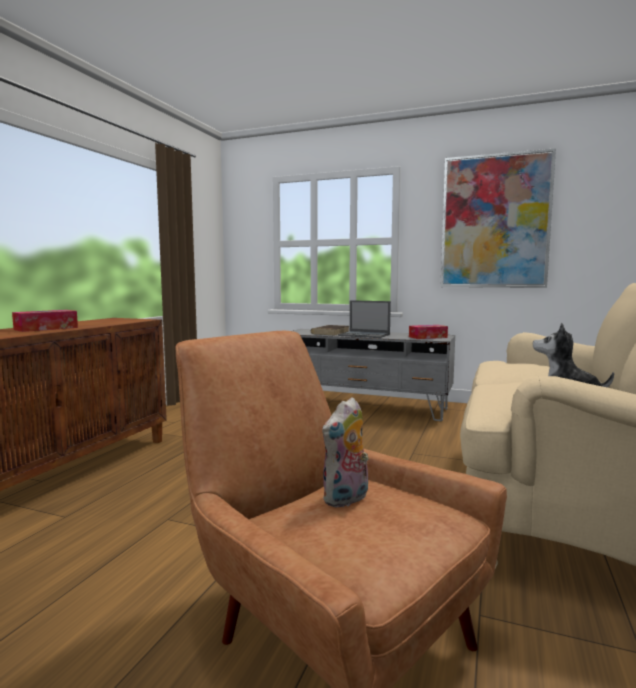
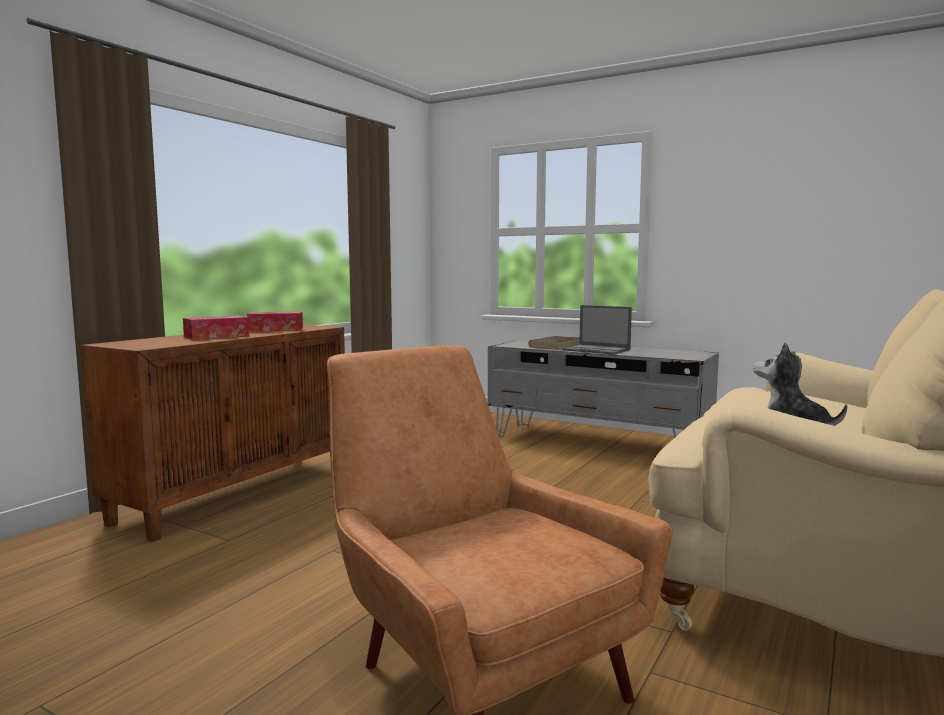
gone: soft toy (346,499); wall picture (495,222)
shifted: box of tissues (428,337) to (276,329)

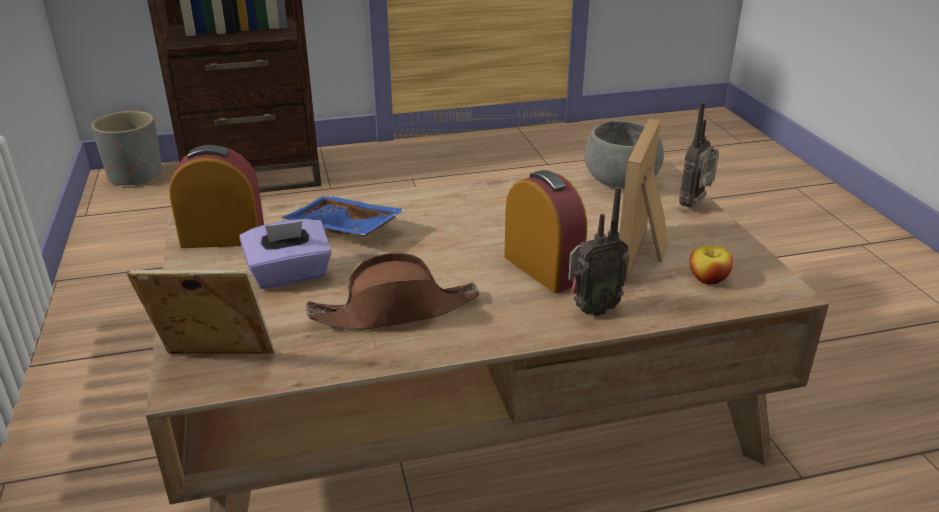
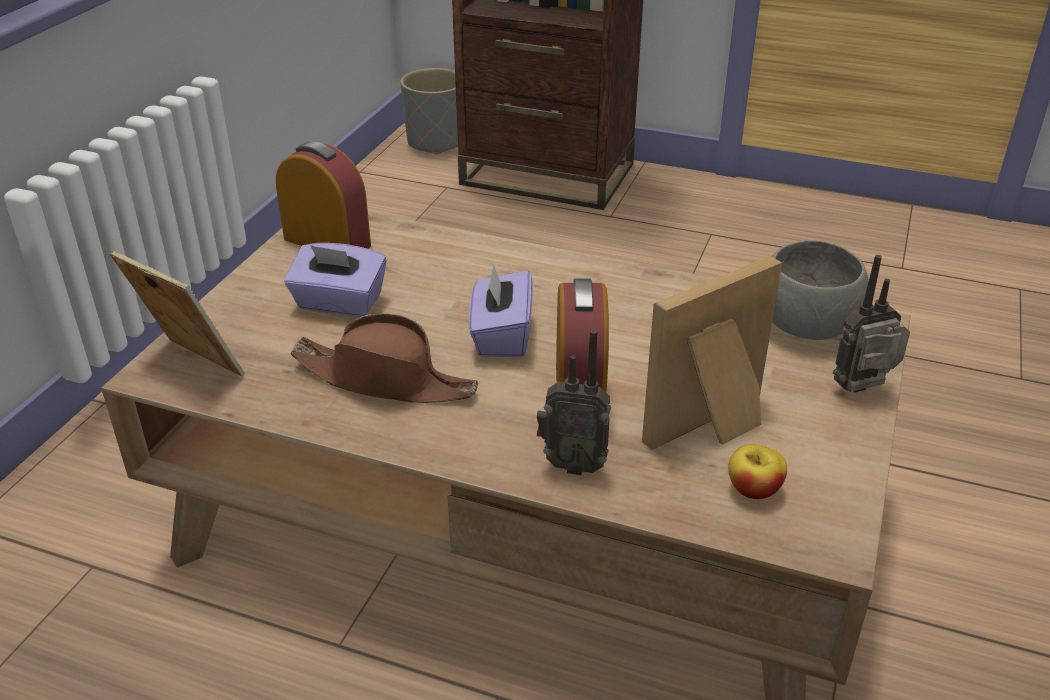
gone: bluish carrying tray (342,229)
new: purple box of tissues (501,336)

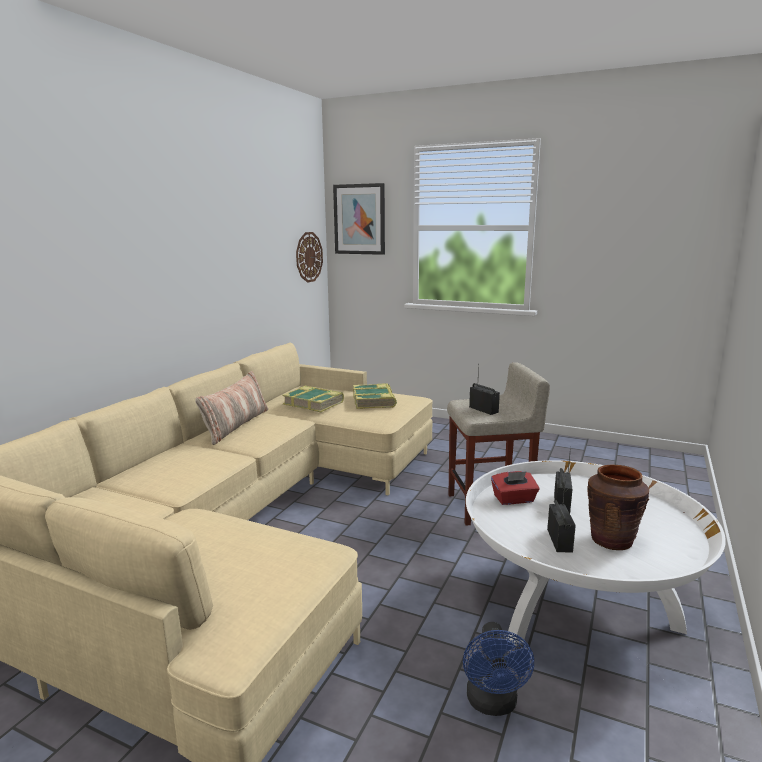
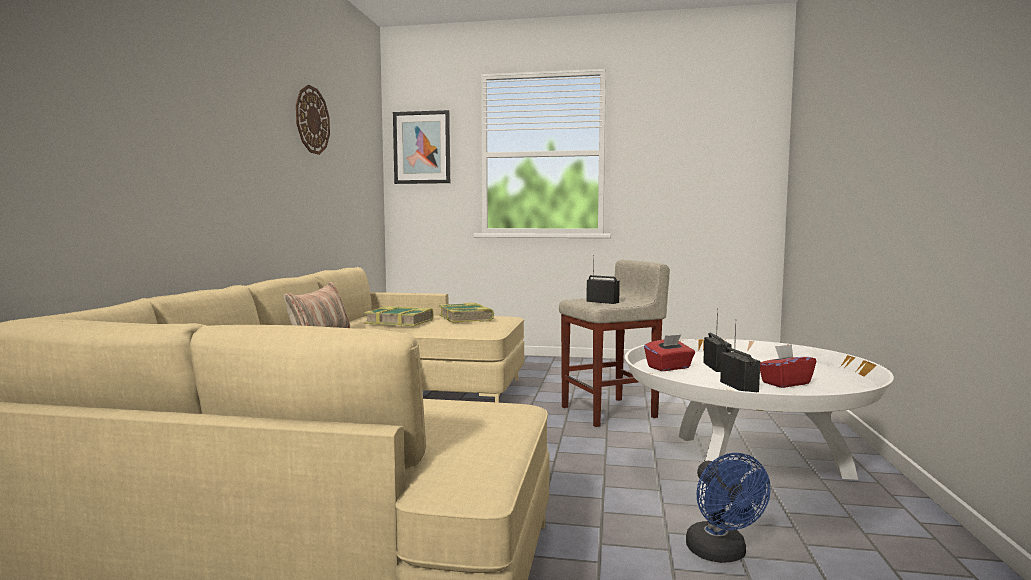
shifted: hanging clock (309,257) to (312,120)
swapped: brownish vase (611,540) to red box of tissues (785,383)

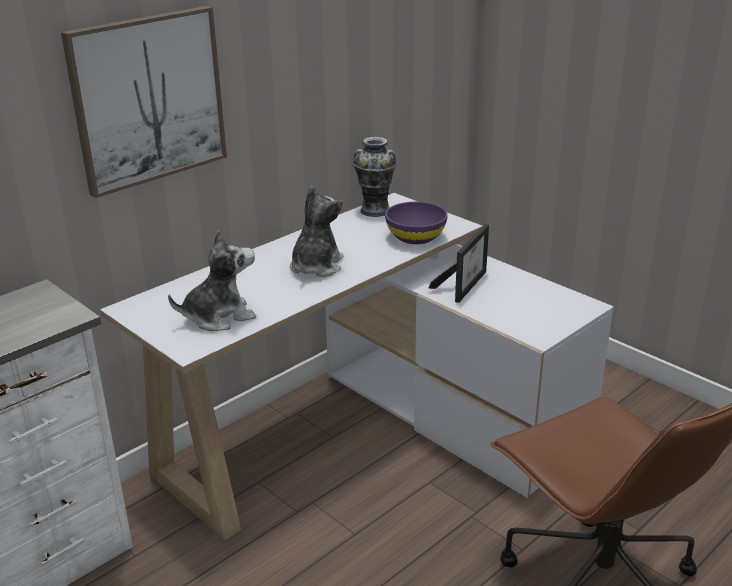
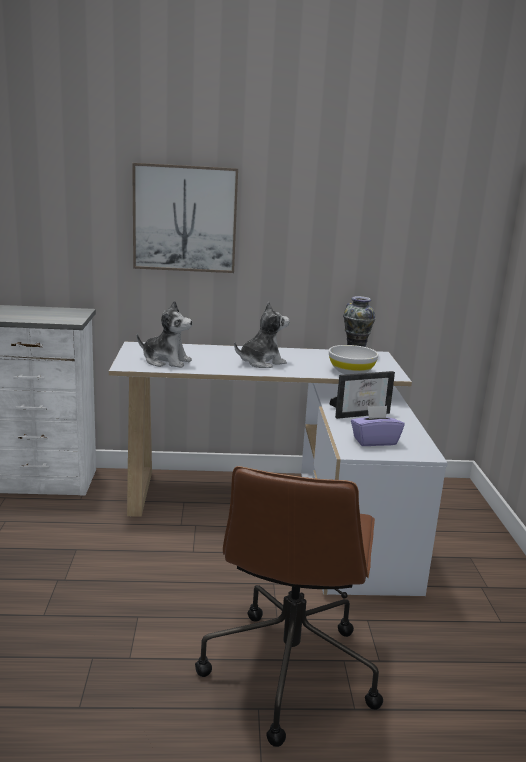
new: purple box of tissues (374,441)
repainted: purple bowl (415,237) to whitish bowl (351,371)

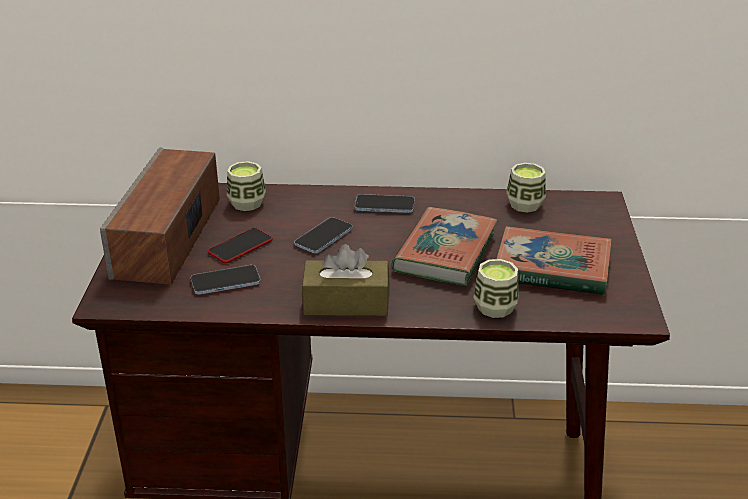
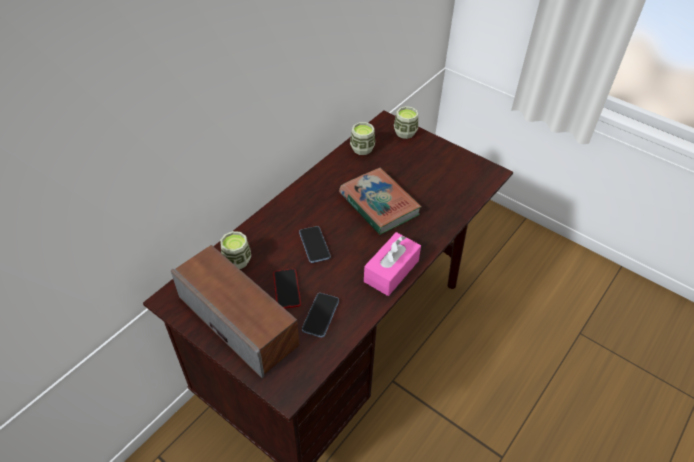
gone: phone (384,205); volume (552,268)
shifted: cup (495,307) to (405,132)
repainted: brownish box of tissues (346,302) to pink box of tissues (391,271)

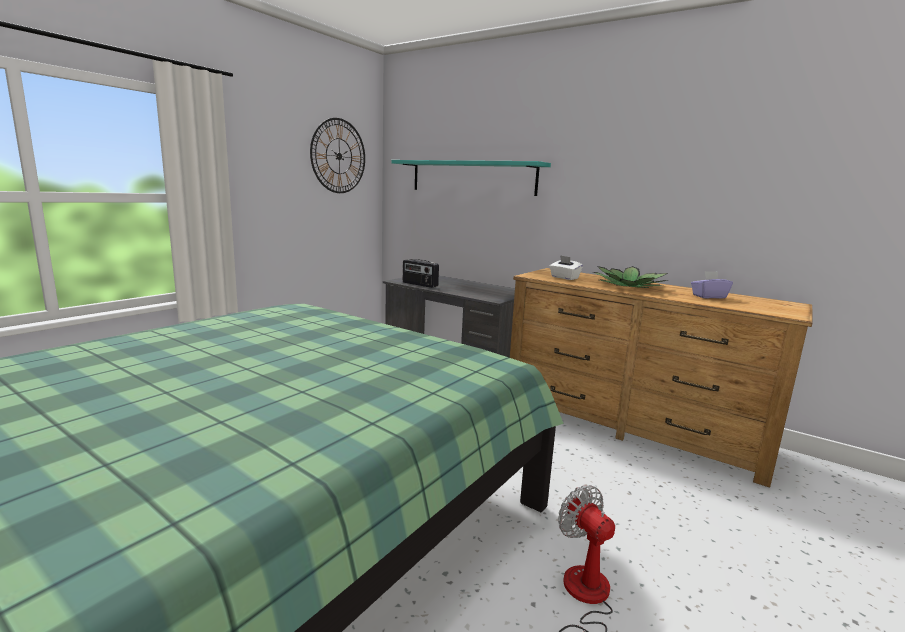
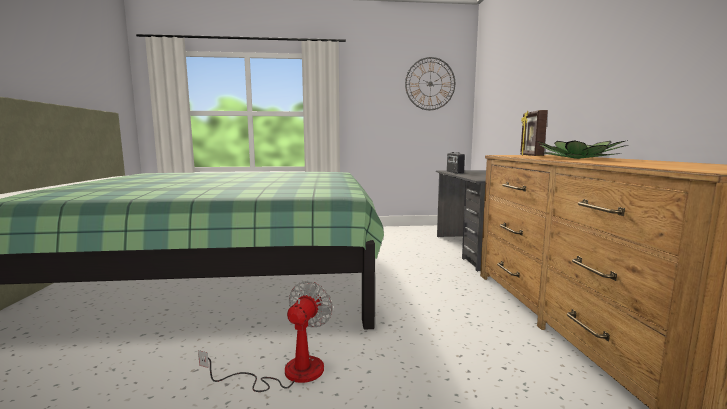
gone: turquoise-coloured shelf (472,177); purple box of tissues (708,296)
swapped: whitish box of tissues (564,278) to standing frame (530,156)

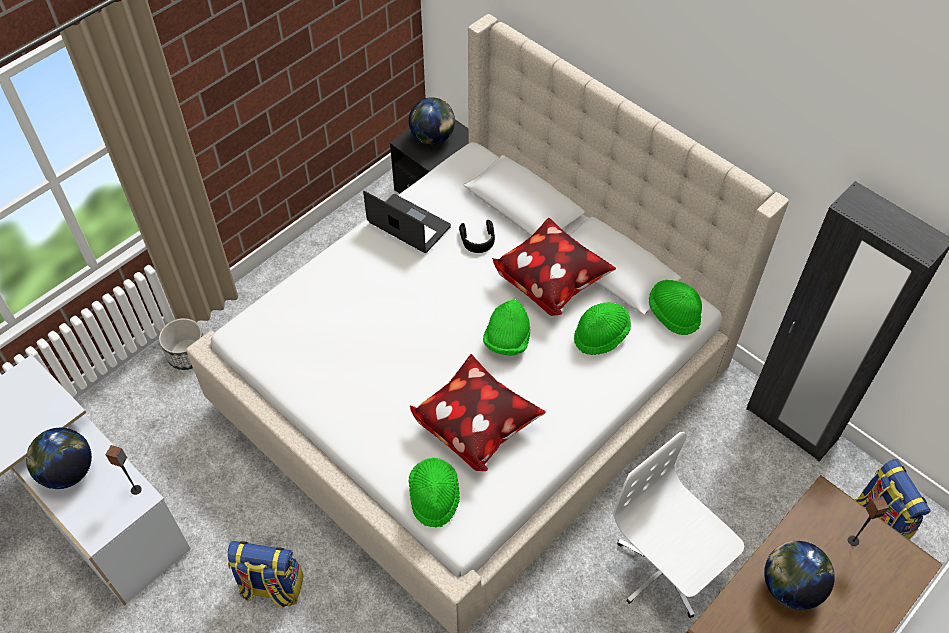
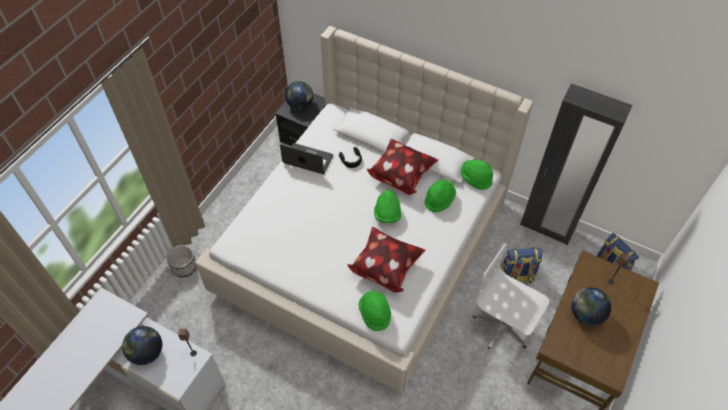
shifted: backpack (271,587) to (516,276)

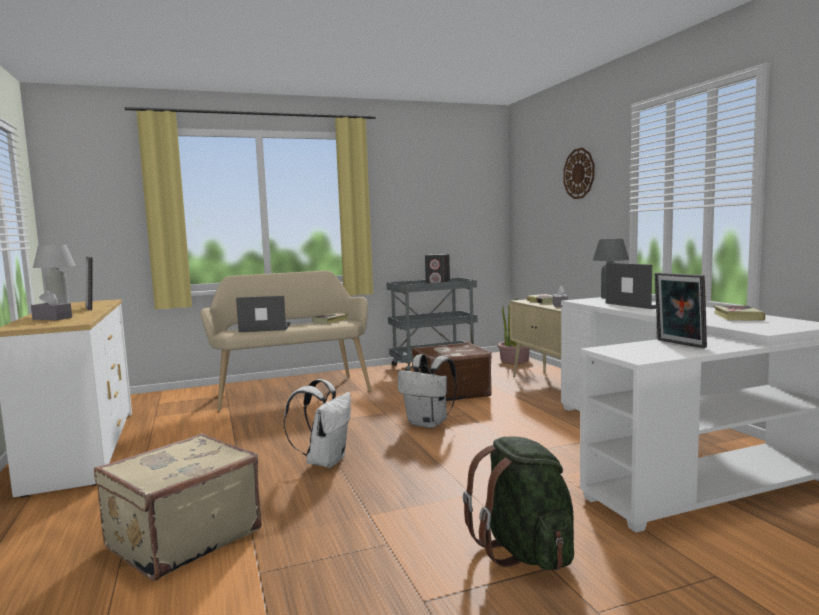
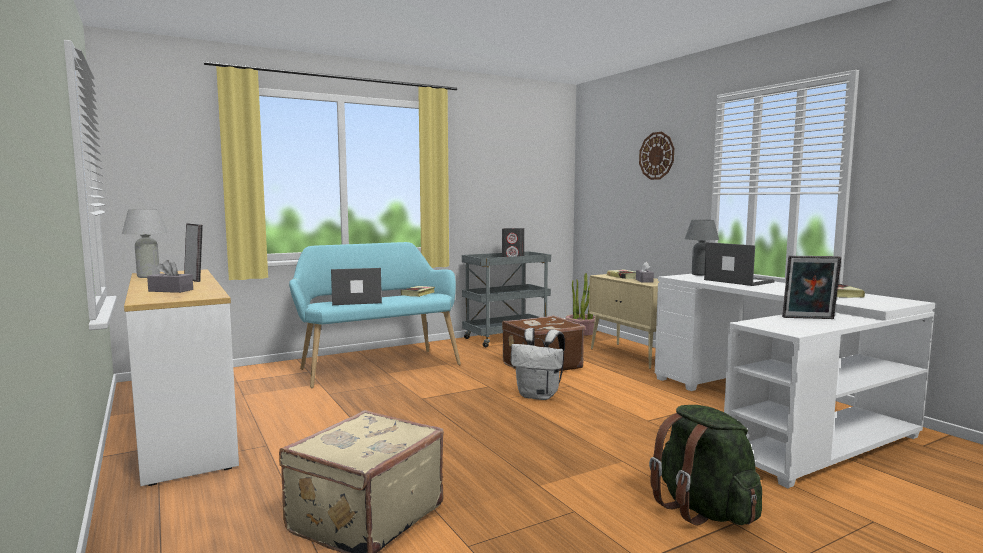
gone: whitish backpack (325,461)
repainted: beige indoor bench (291,391) to turquoise-coloured indoor bench (376,366)
rotated: standing frame (678,344) = (809,318) 45 degrees counterclockwise

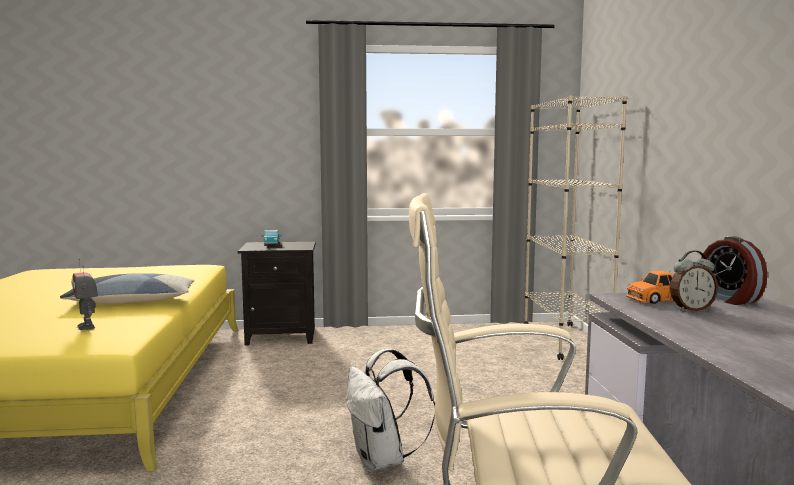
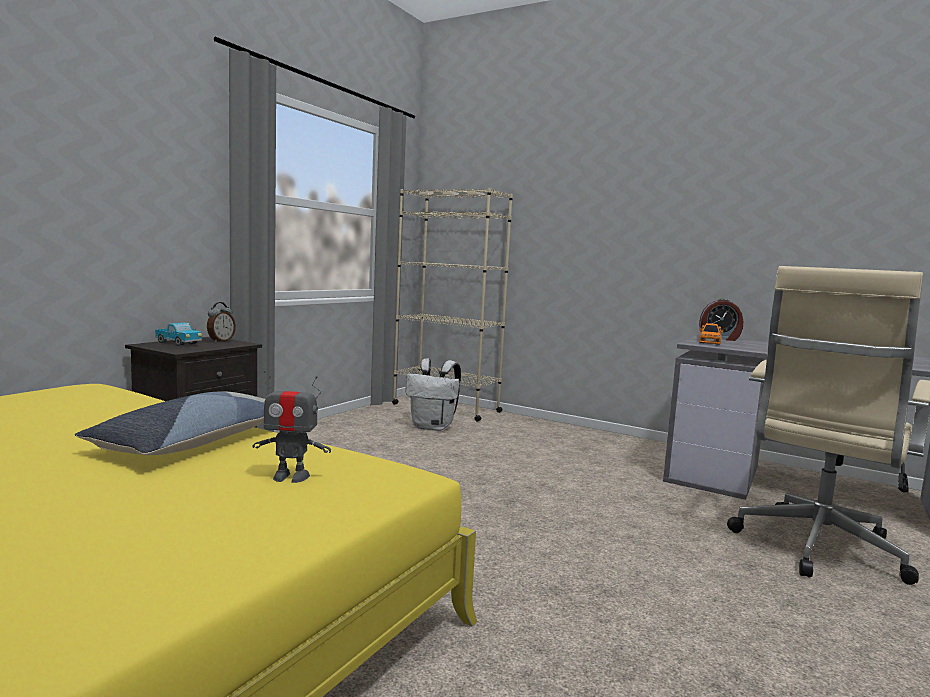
shifted: alarm clock (691,309) to (220,341); whitish backpack (383,460) to (433,427)

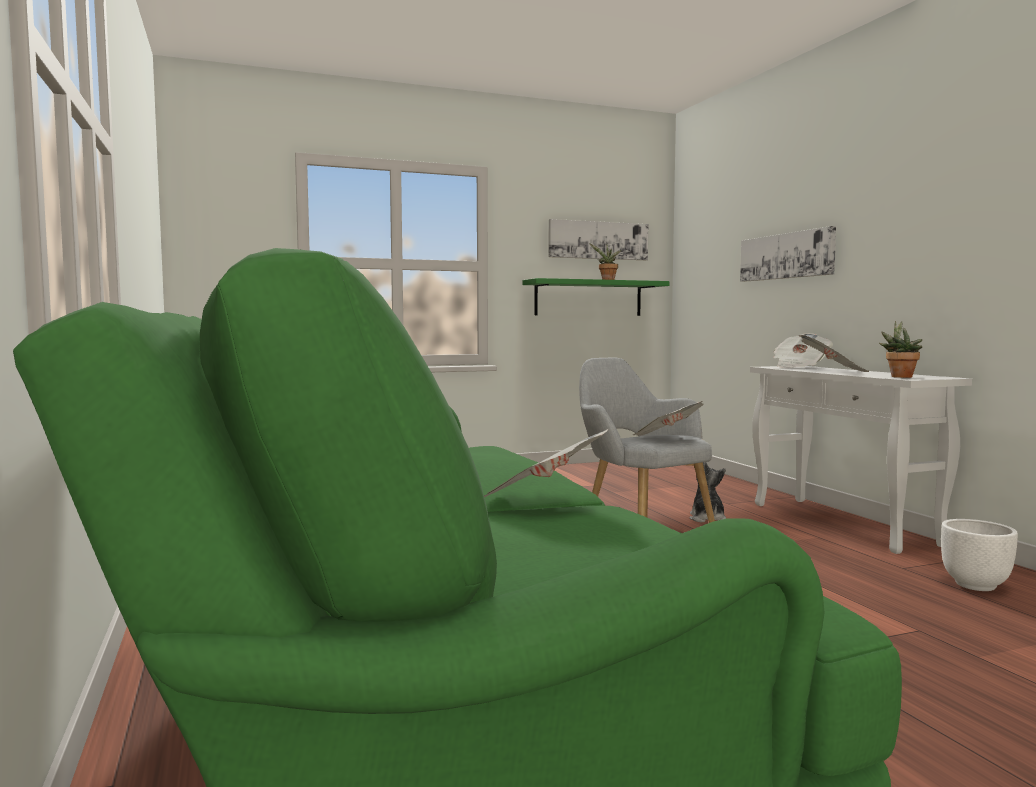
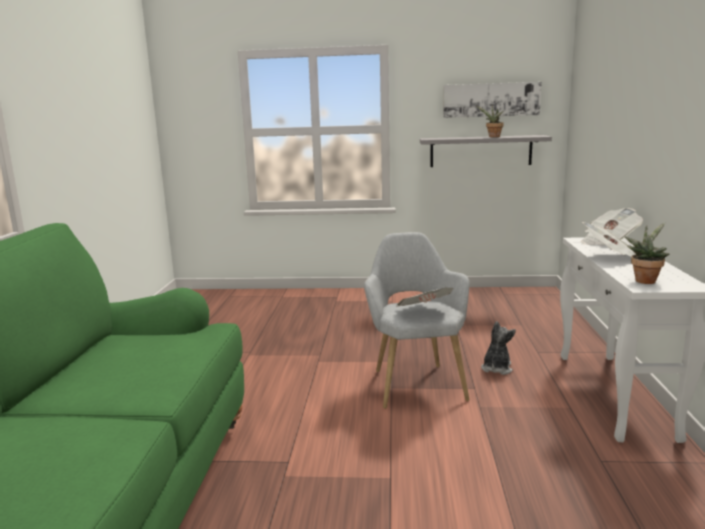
gone: daily paper (540,502); wall picture (786,256); whitish flower pot (976,585)
repainted: green shelf (588,298) to gray shelf (480,151)

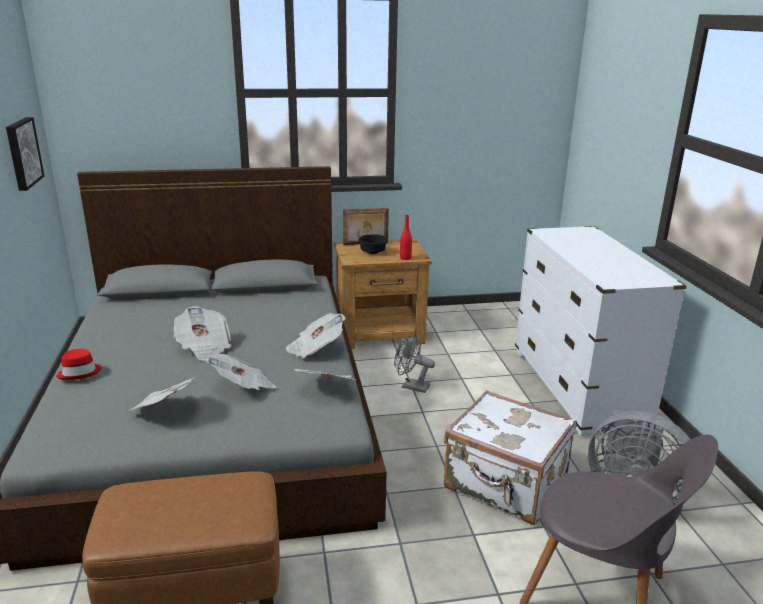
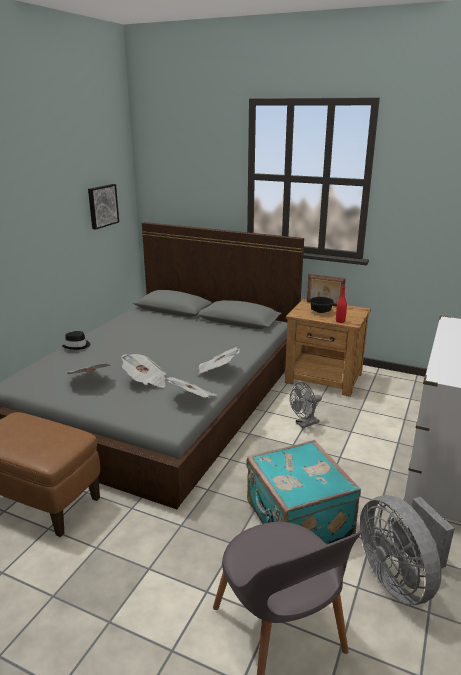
gone: daily paper (203,347)
repainted: red wearable hat (79,372) to black-coloured wearable hat (77,346); whitish suitcase (505,485) to turquoise-coloured suitcase (297,521)
rotated: gray cooling fan (411,386) = (304,424) 90 degrees counterclockwise

